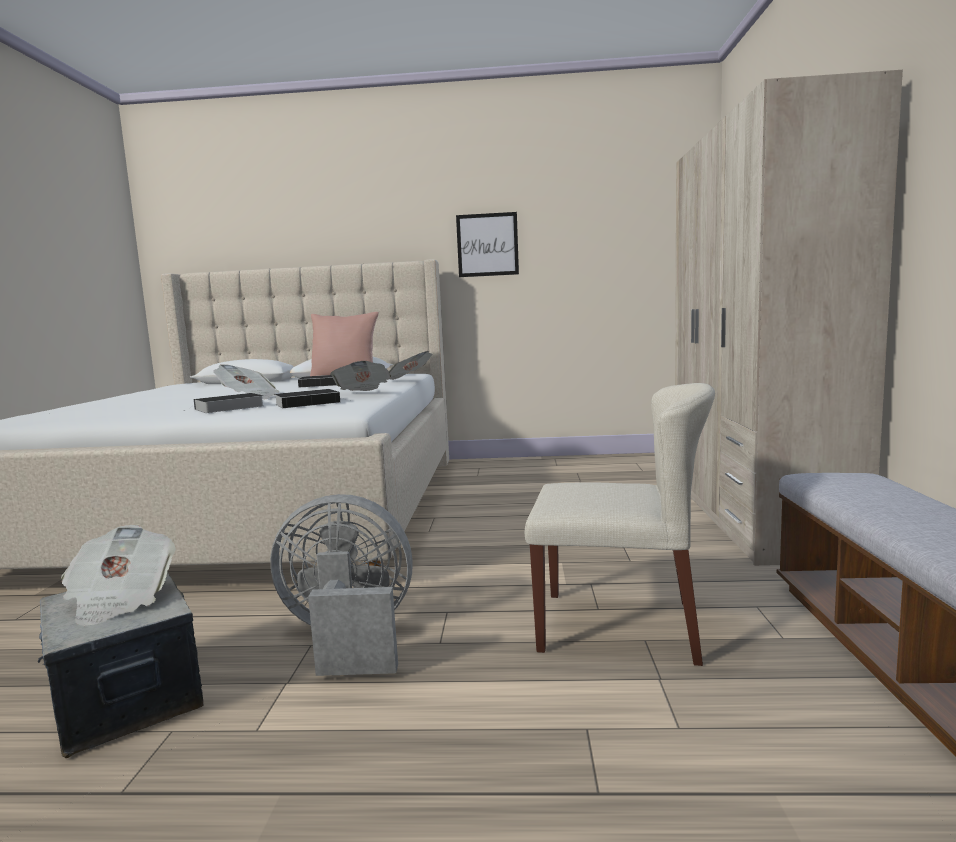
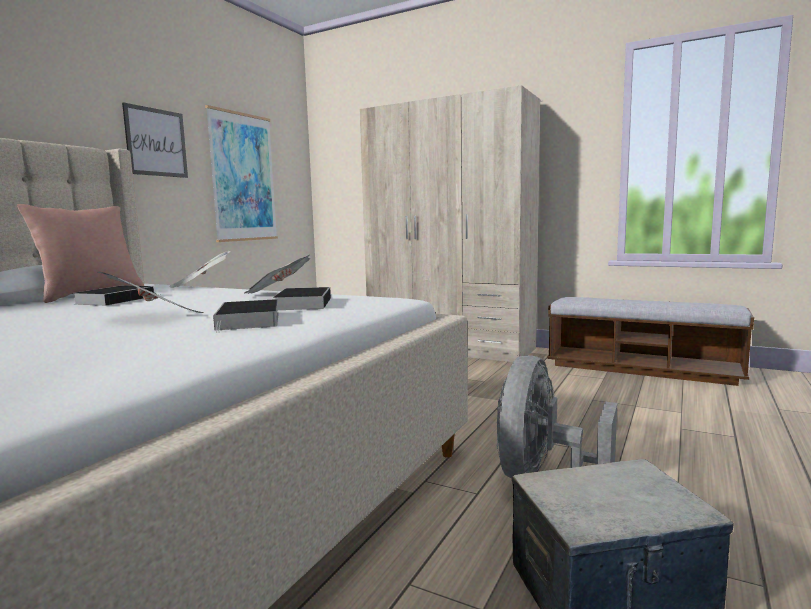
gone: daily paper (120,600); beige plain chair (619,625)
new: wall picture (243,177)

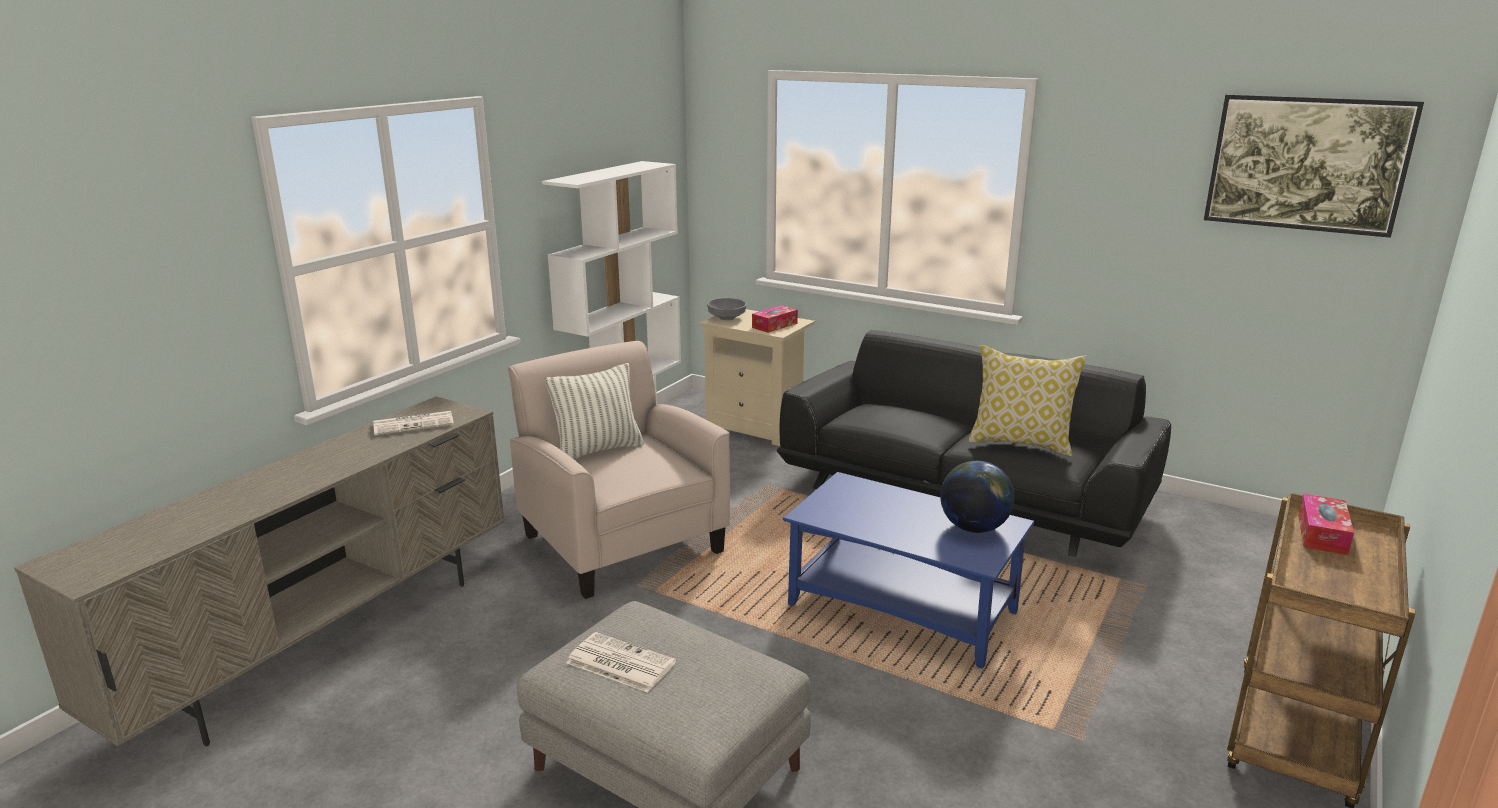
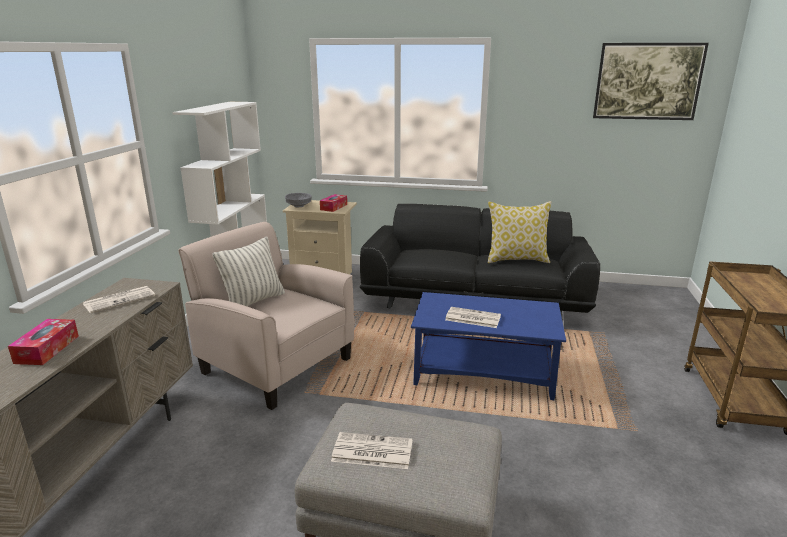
gone: globe (973,528)
new: daily paper (472,318)
shifted: box of tissues (1322,534) to (47,349)

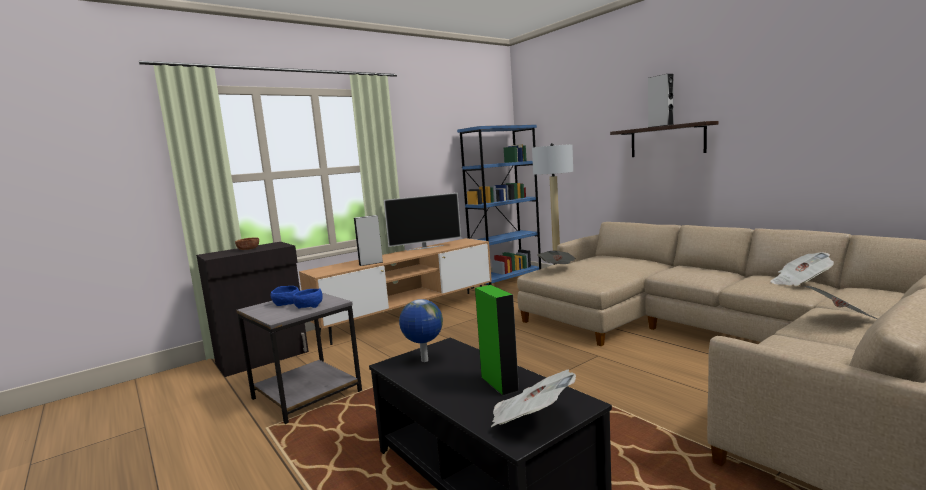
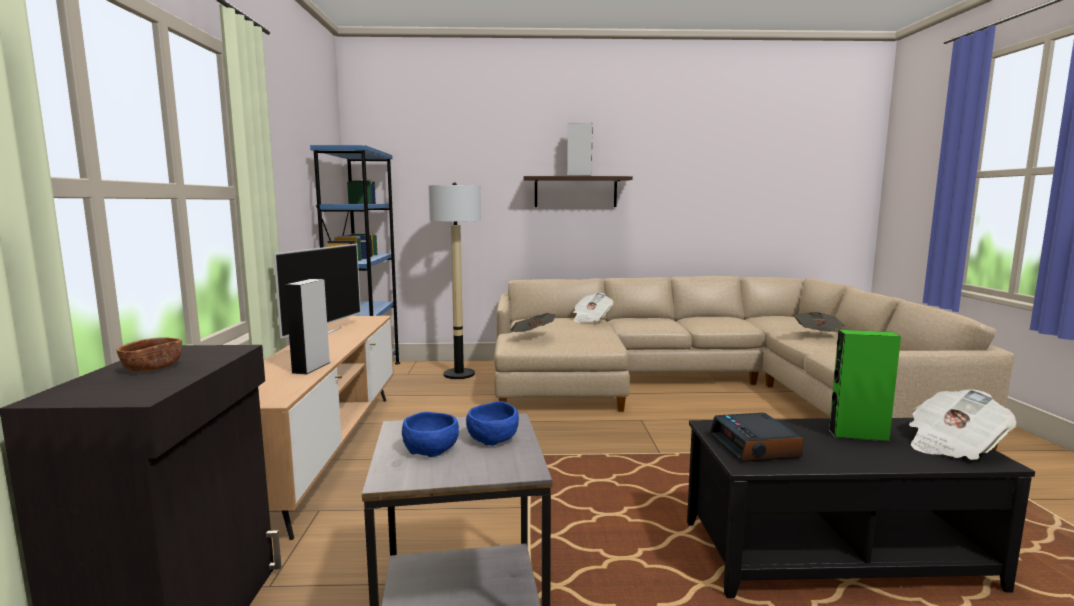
shifted: daily paper (799,282) to (591,319)
swapped: globe (424,361) to alarm clock (755,446)

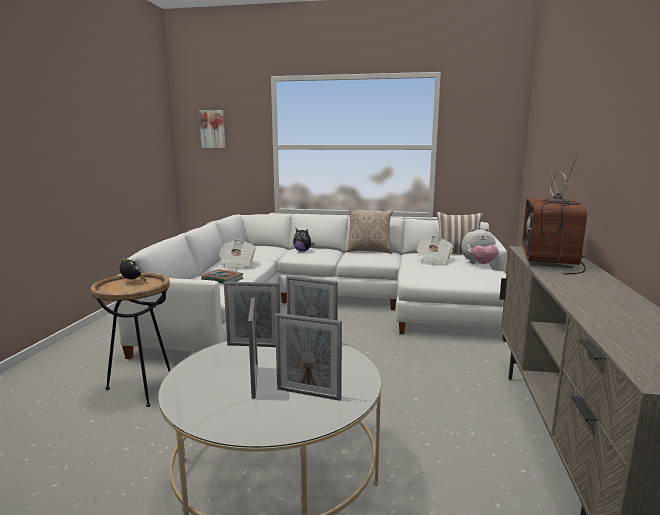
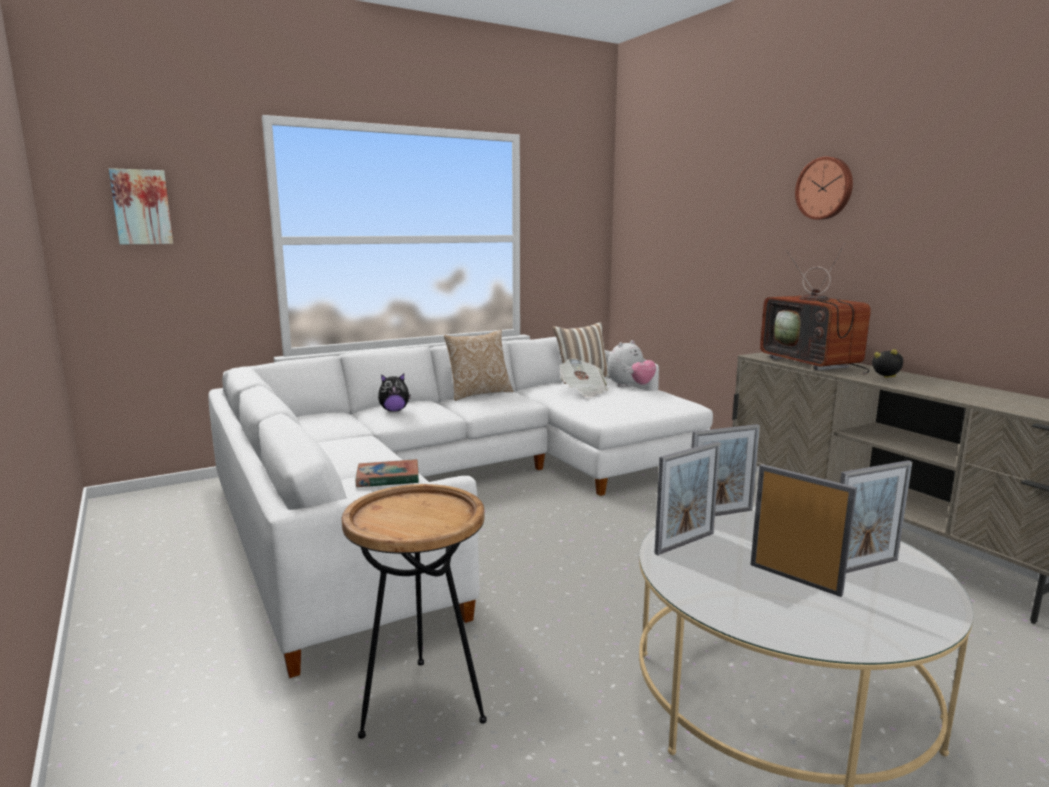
gone: daily paper (237,264)
new: hanging clock (825,188)
shifted: alarm clock (133,282) to (886,380)

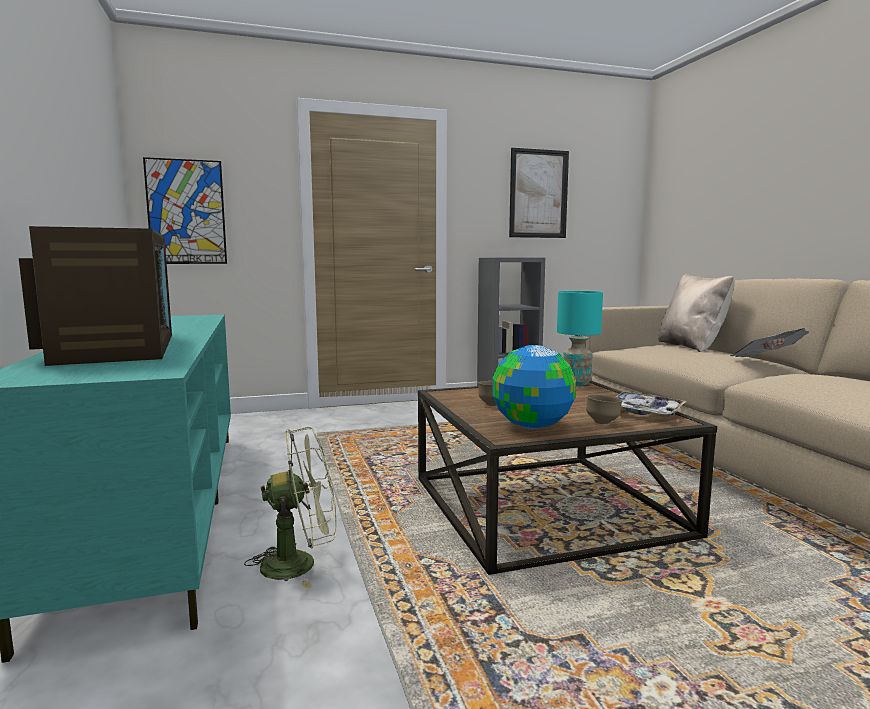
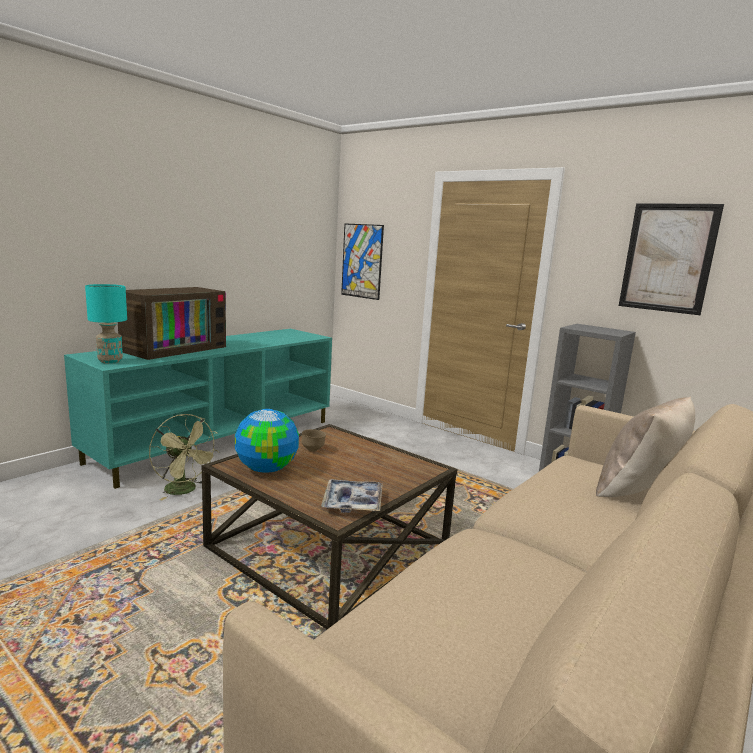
gone: brownish bowl (603,423); daily paper (766,362)
shifted: turquoise-coloured table lamp (576,383) to (110,361)

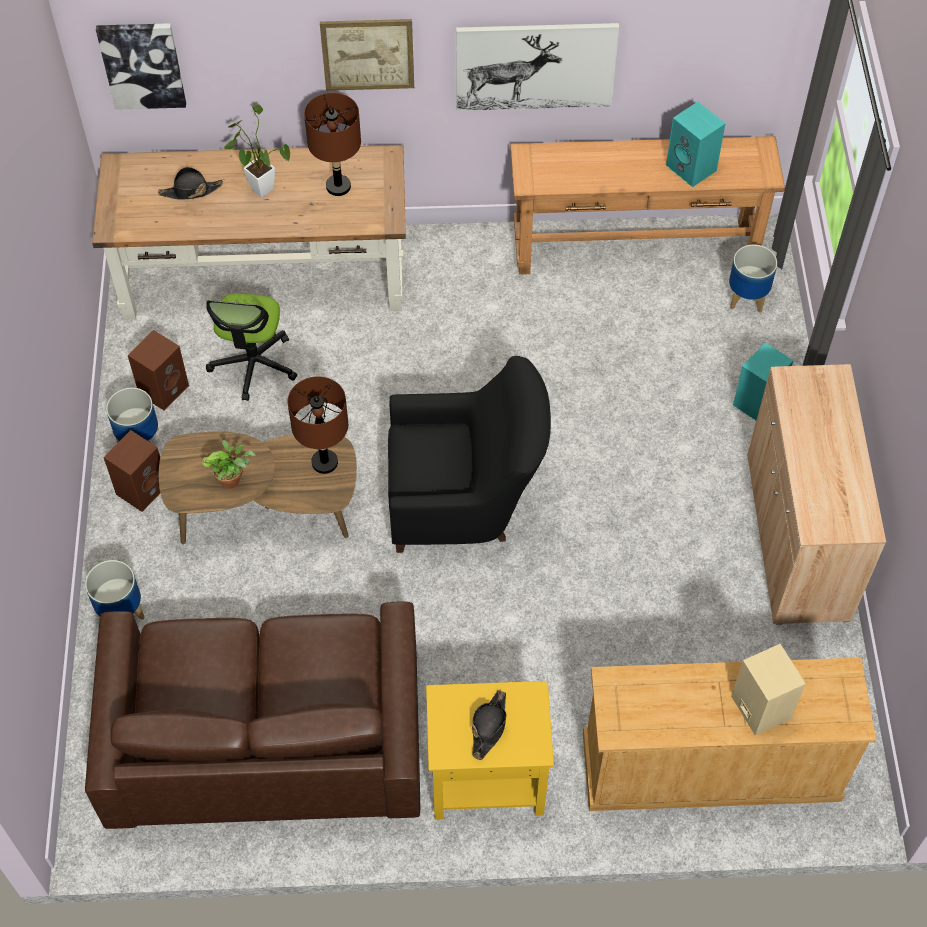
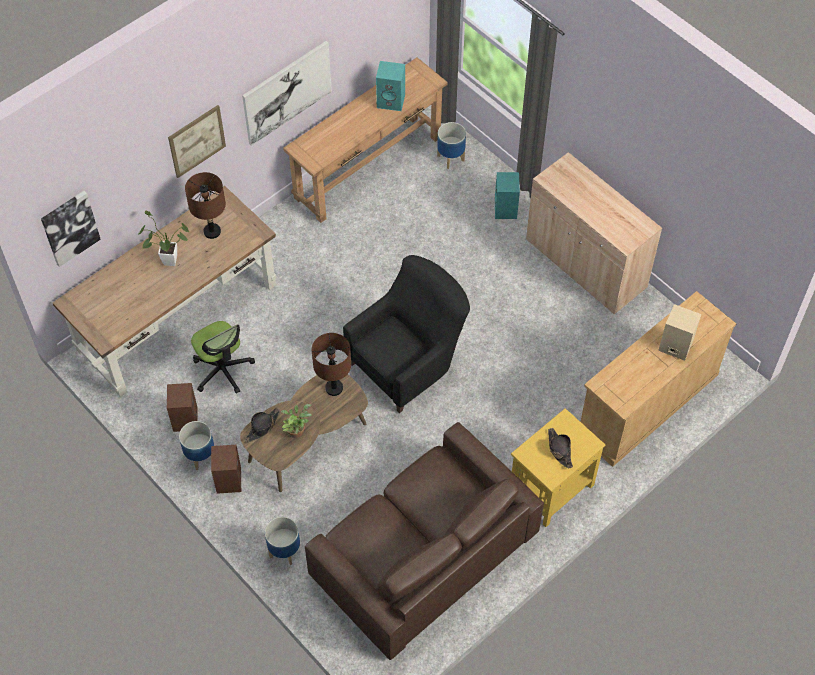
shifted: black-coloured wearable hat (190,191) to (262,427)

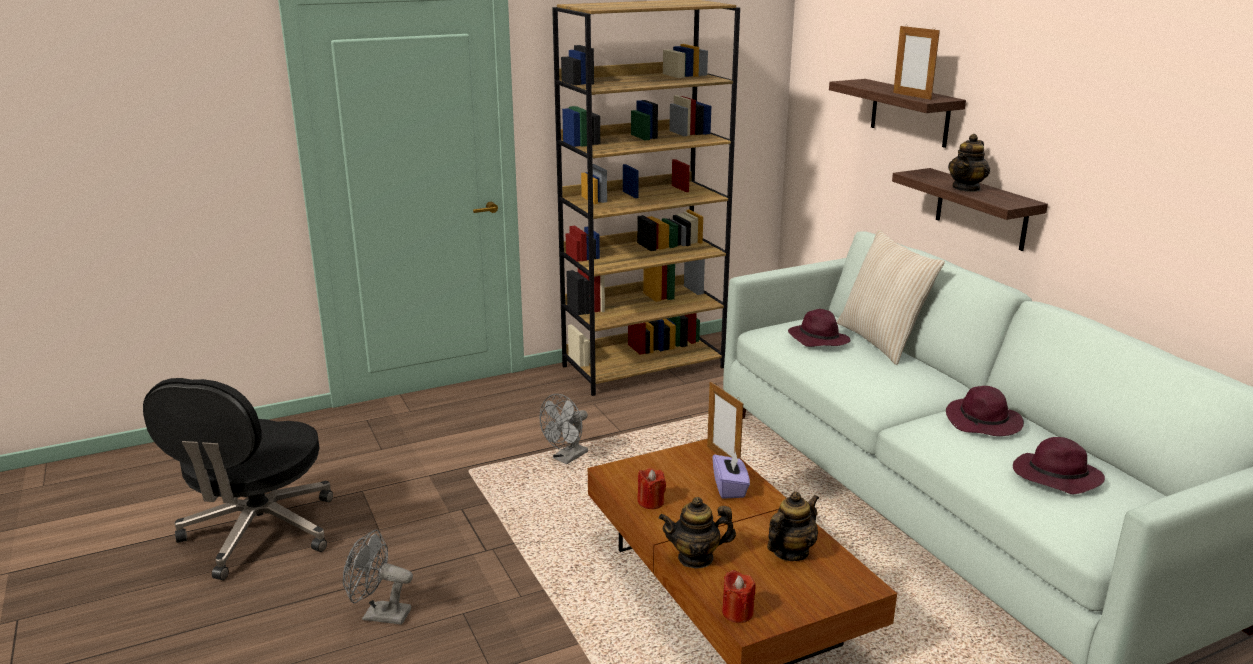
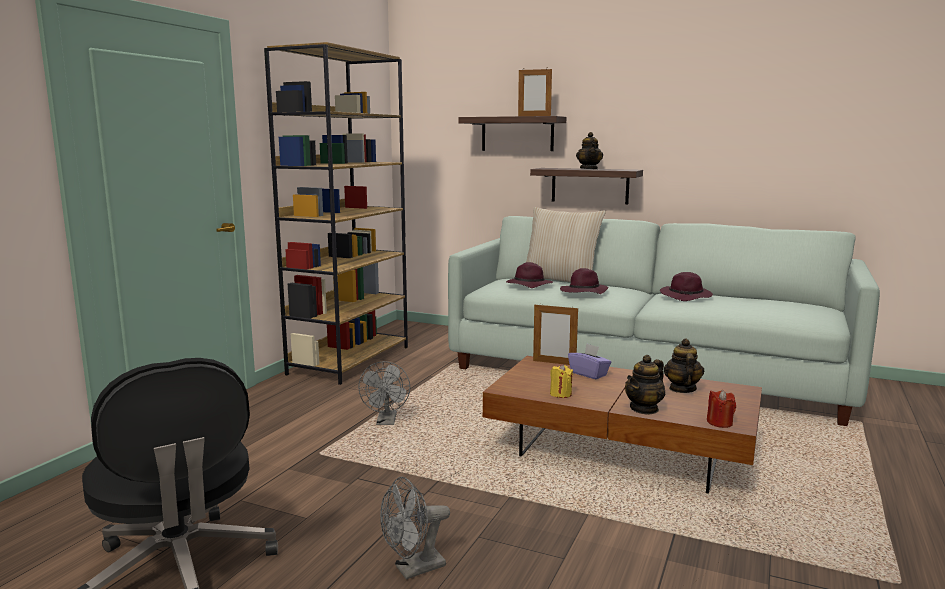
shifted: purple wearable hat (1055,477) to (583,292)
repainted: red candle (651,502) to yellow-coloured candle (560,394)

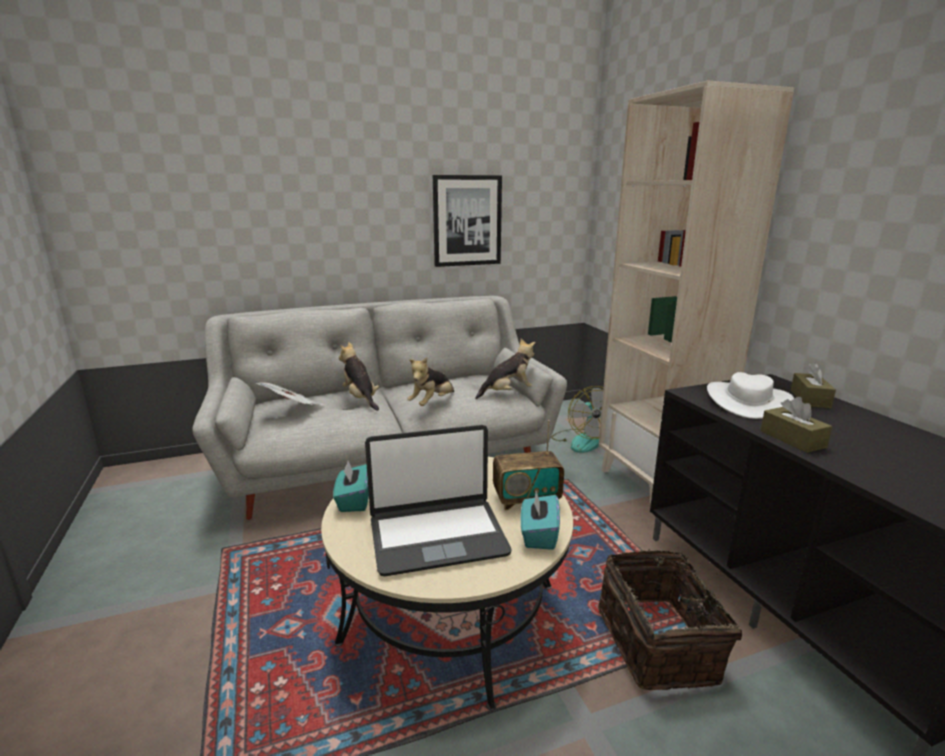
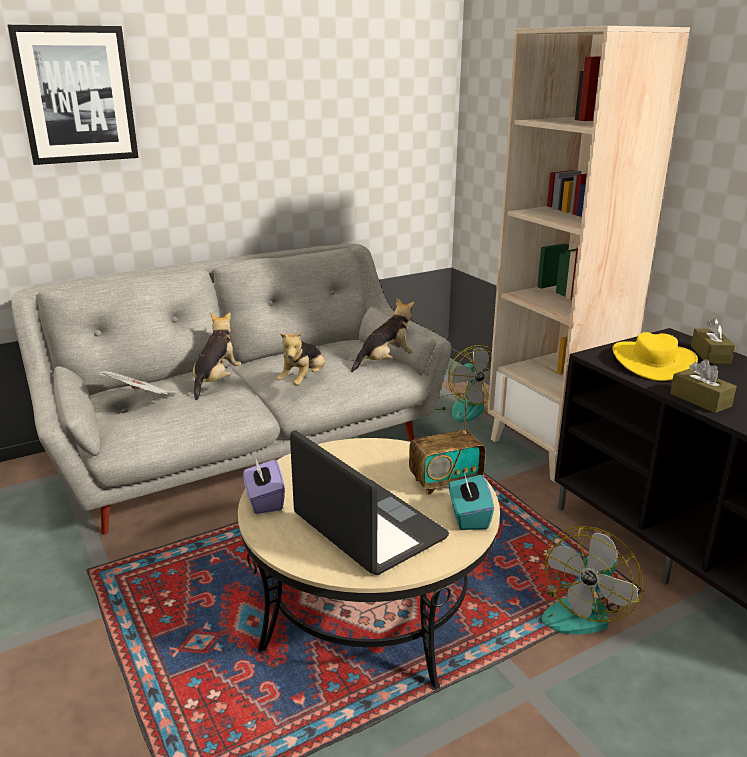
shifted: wall picture (467,221) to (76,95)
swapped: household basket (660,643) to cooling fan (582,609)
repainted: turquoise-coloured box of tissues (354,500) to purple box of tissues (264,500); whitish wearable hat (748,401) to yellow-coloured wearable hat (653,362)
rotated: soft toy (360,399) = (216,381) 60 degrees clockwise; laptop (437,536) = (368,528) 105 degrees counterclockwise

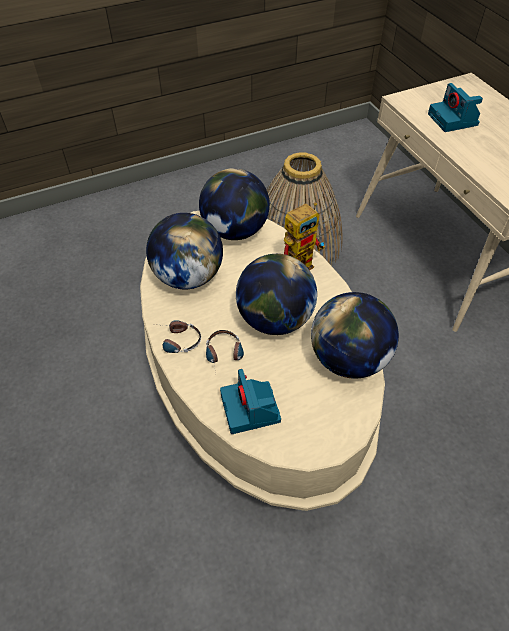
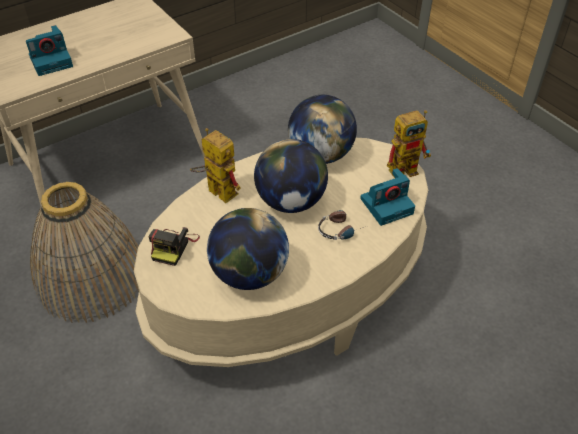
gone: headset (175,341)
new: toy robot (407,168)
swapped: globe (235,230) to still camera (174,246)

